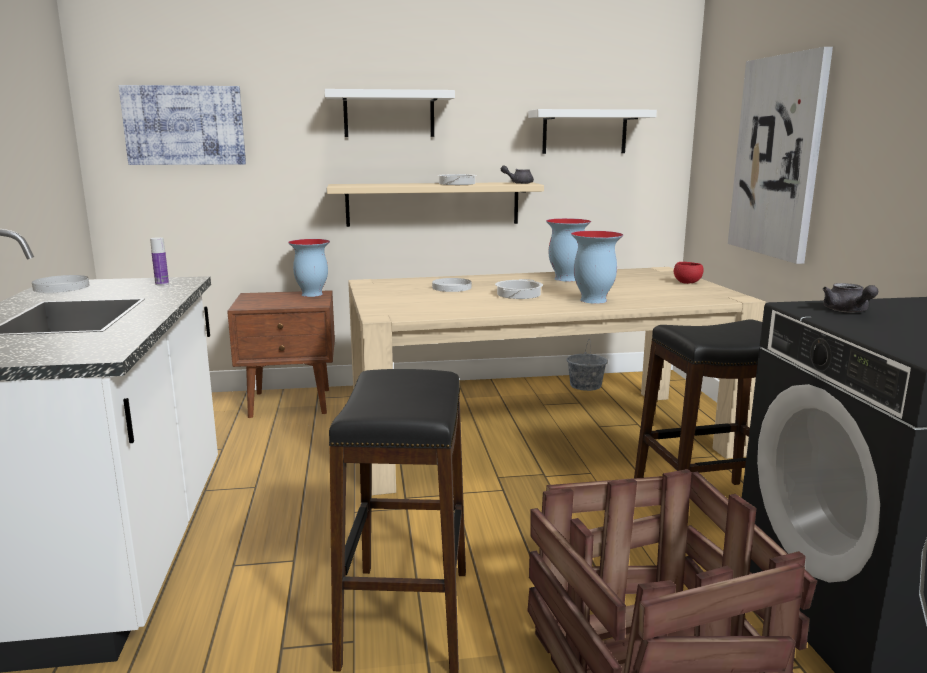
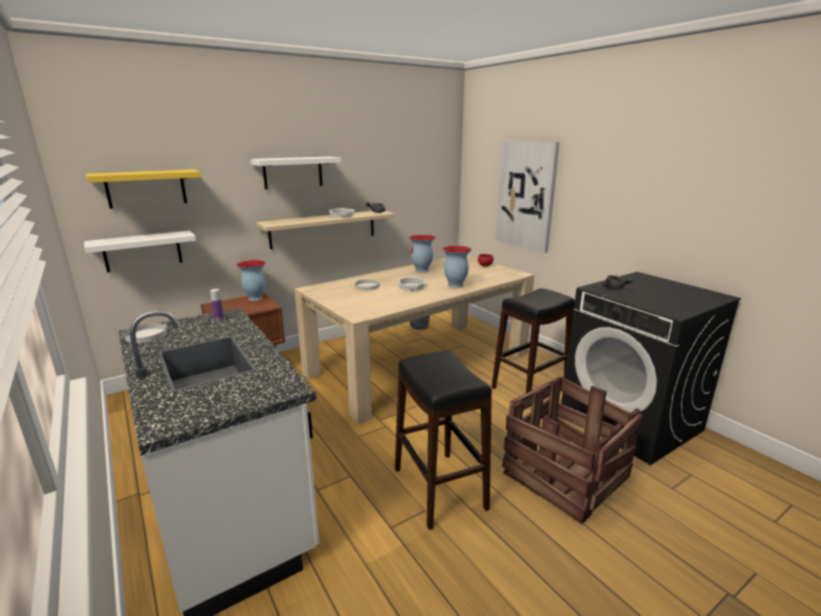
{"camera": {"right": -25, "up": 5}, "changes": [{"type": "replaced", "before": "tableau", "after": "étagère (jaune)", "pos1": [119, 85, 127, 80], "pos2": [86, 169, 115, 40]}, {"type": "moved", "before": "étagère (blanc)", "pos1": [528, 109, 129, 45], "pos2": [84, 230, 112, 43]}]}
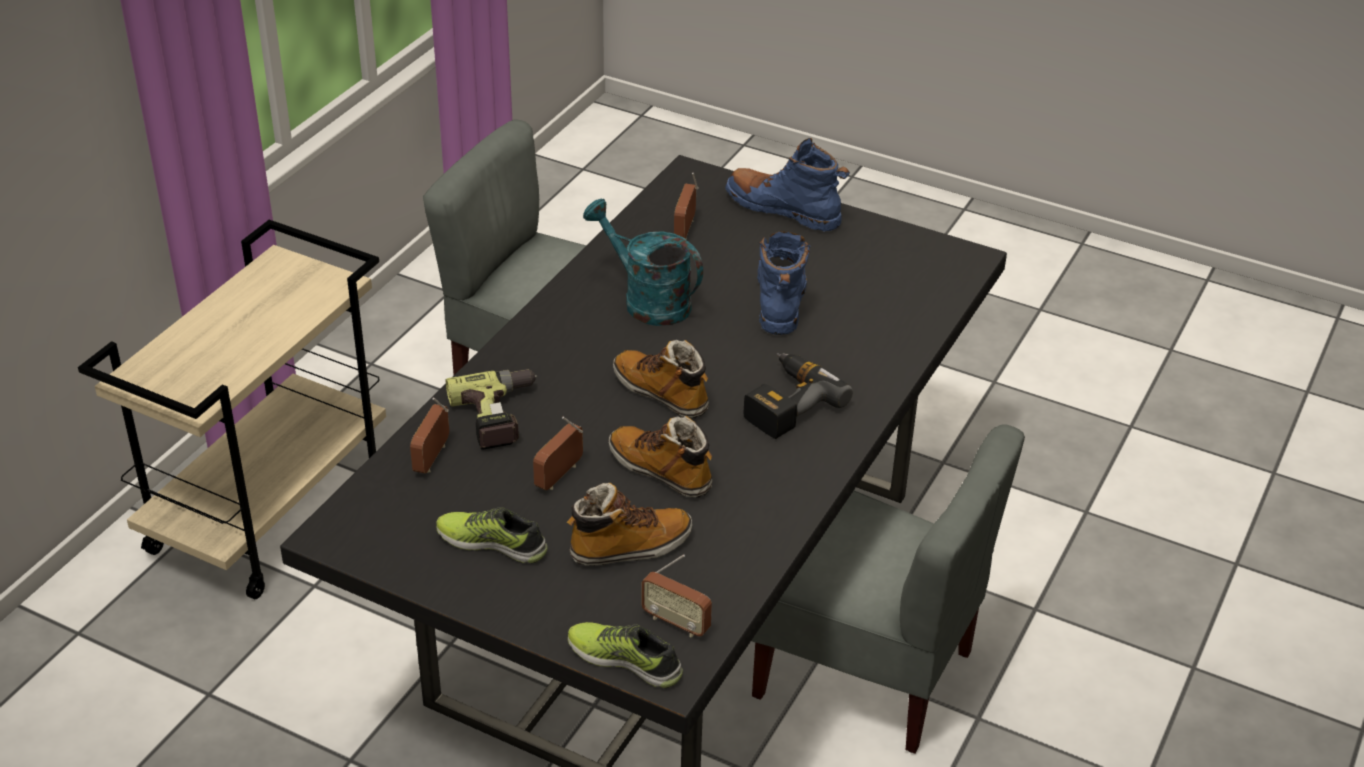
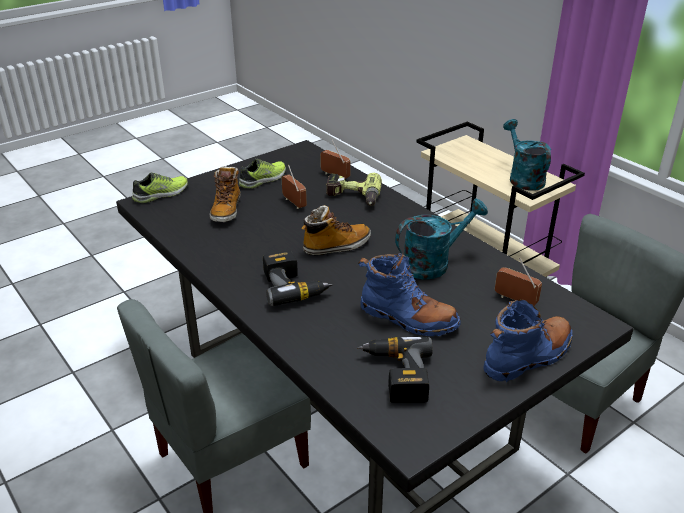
{"camera": {"right": 115, "up": -5}, "changes": [{"type": "removed", "before": "botte", "pos1": [609, 416, 103, 82]}, {"type": "removed", "before": "radio", "pos1": [641, 554, 71, 83]}, {"type": "added", "after": "perceuse", "pos2": [357, 337, 76, 66]}, {"type": "added", "after": "arrosoir (turquoise)", "pos2": [503, 119, 48, 72]}]}
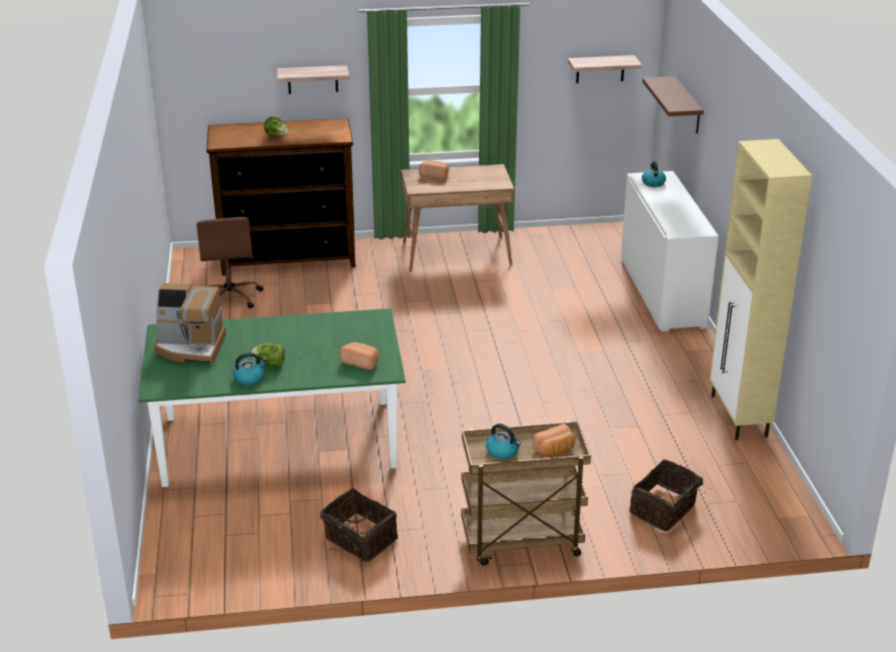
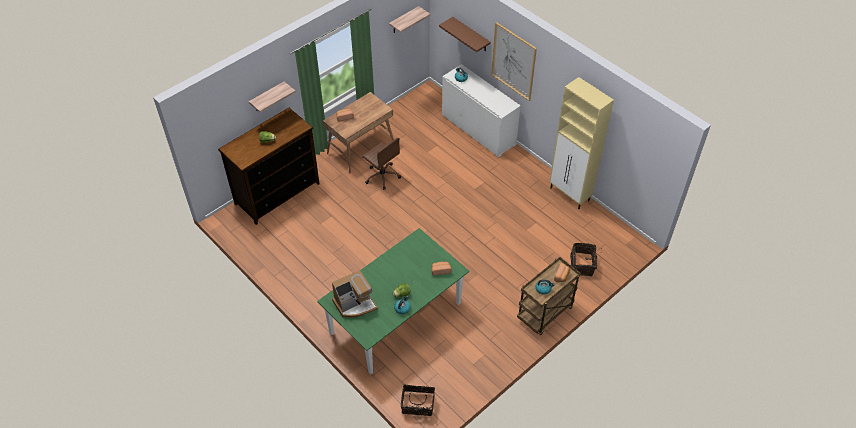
{"camera": {"right": -35, "up": 20}, "changes": [{"type": "moved", "before": "chaise de bureau (marron)", "pos1": [197, 217, 66, 92], "pos2": [362, 138, 39, 52]}, {"type": "moved", "before": "panier", "pos1": [320, 488, 78, 74], "pos2": [401, 385, 34, 31]}, {"type": "added", "after": "tableau", "pos2": [491, 22, 46, 79]}]}
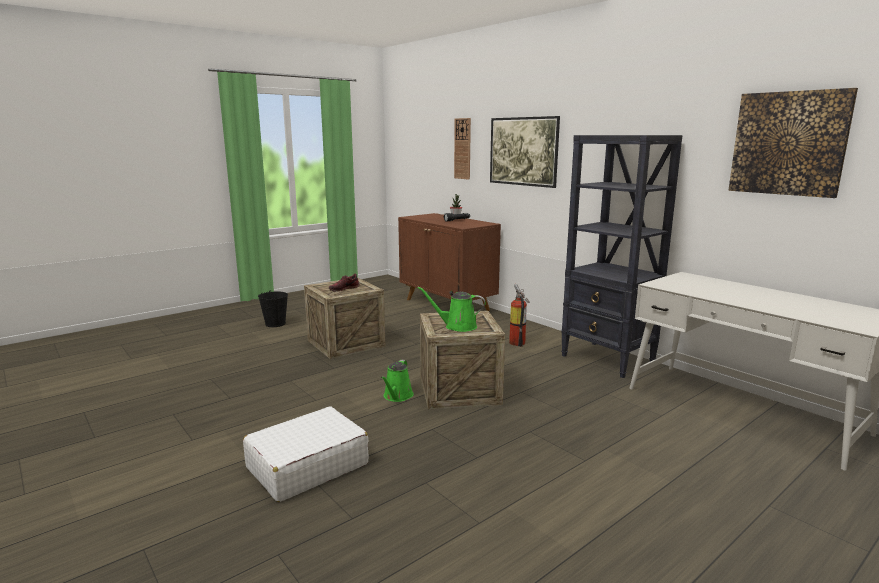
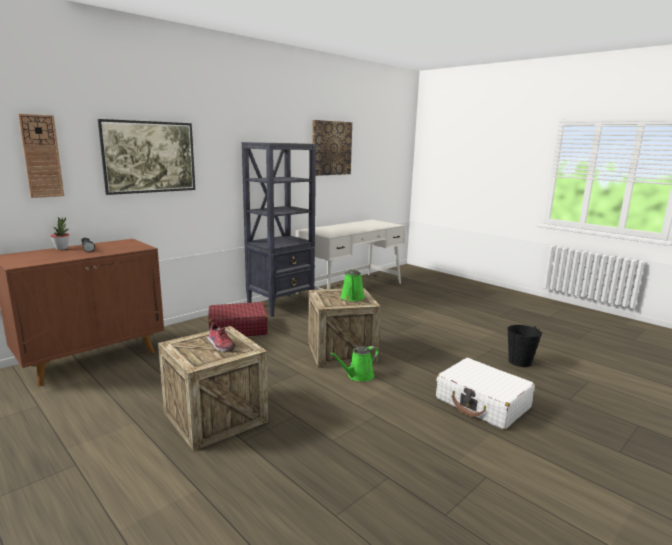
{"camera": {"right": -95, "up": 0}, "changes": [{"type": "moved", "before": "seau (noir)", "pos1": [258, 290, 30, 37], "pos2": [507, 325, 35, 42]}, {"type": "turned", "before": "arrosoir (vert)", "pos1": [381, 360, 33, 42], "pos2": [330, 346, 48, 35], "turn": 135}, {"type": "replaced", "before": "extincteur", "after": "valise (rouge)", "pos1": [509, 284, 21, 63], "pos2": [208, 302, 60, 34]}]}
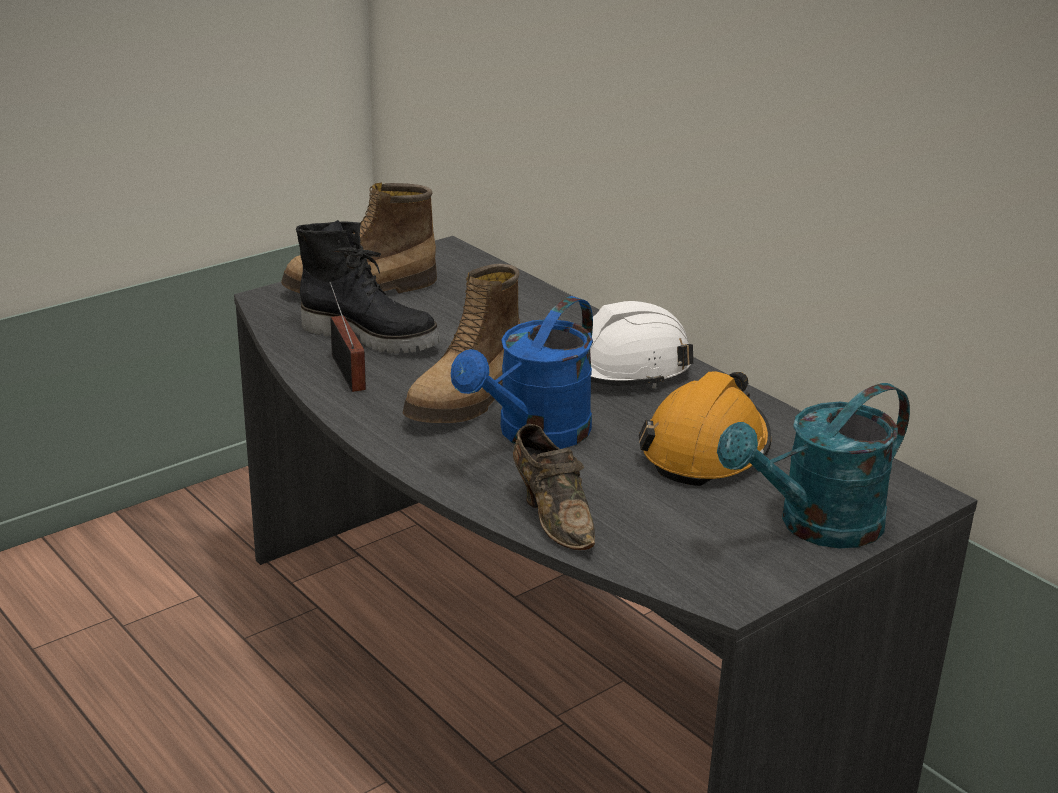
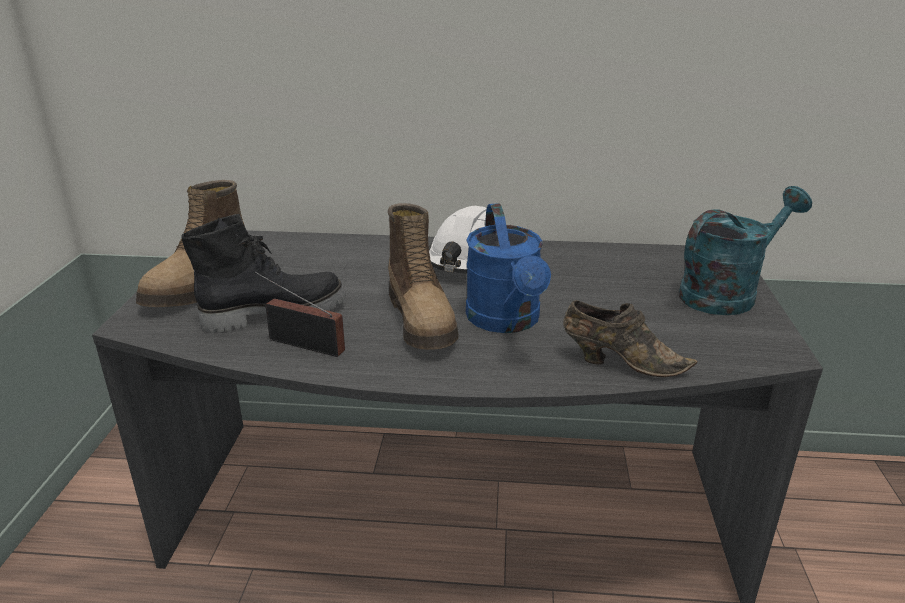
{"camera": {"right": -45, "up": 0}, "changes": [{"type": "removed", "before": "casque de chantier (orange)", "pos1": [638, 371, 133, 115]}, {"type": "turned", "before": "arrosoir (turquoise)", "pos1": [717, 383, 193, 165], "pos2": [679, 186, 133, 129], "turn": -135}]}
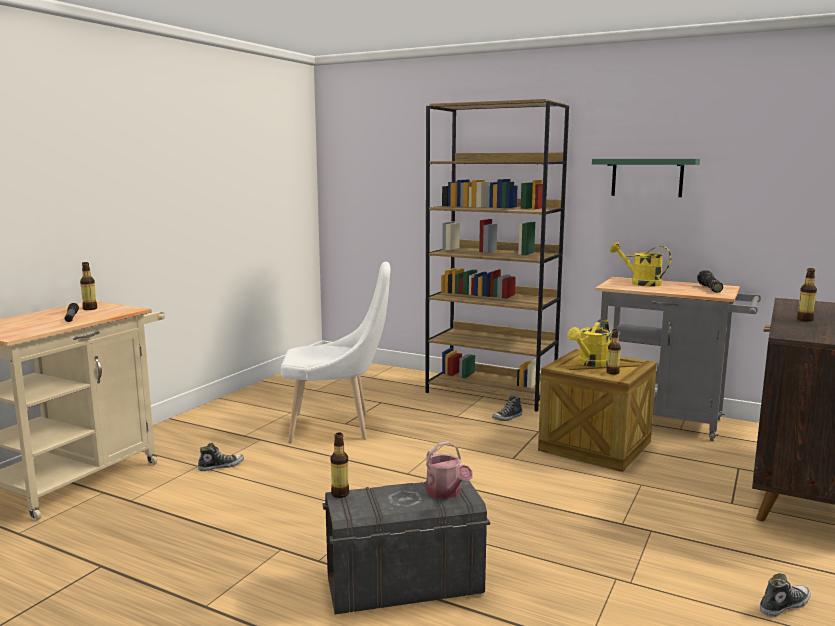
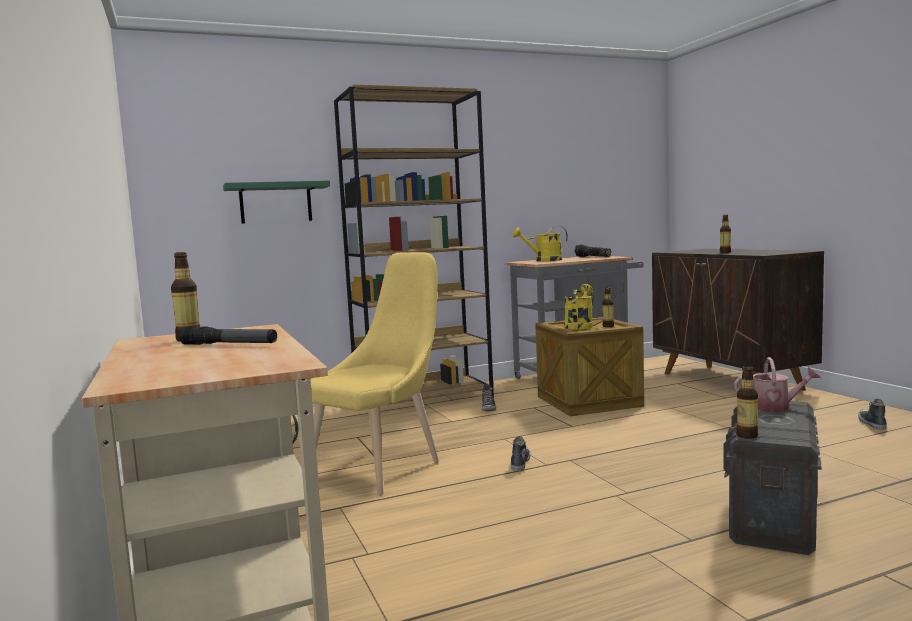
{"camera": {"right": -50, "up": -5}, "changes": [{"type": "moved", "before": "chaussure", "pos1": [198, 443, 46, 28], "pos2": [511, 436, 19, 35]}, {"type": "recoloured", "before": "chaise (blanc)", "after": "chaise (jaune)", "pos1": [281, 262, 110, 181], "pos2": [310, 252, 129, 243]}, {"type": "turned", "before": "arrosoir (jaune)", "pos1": [567, 319, 44, 48], "pos2": [564, 284, 29, 46], "turn": -150}, {"type": "moved", "before": "étagère (vert)", "pos1": [592, 159, 108, 38], "pos2": [223, 181, 107, 43]}]}
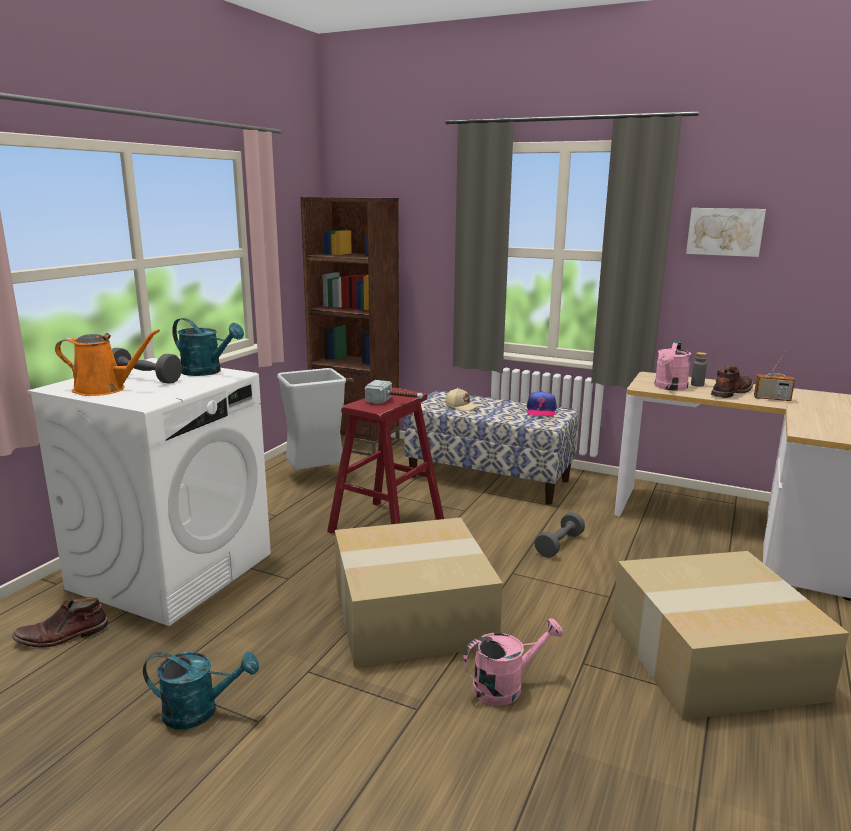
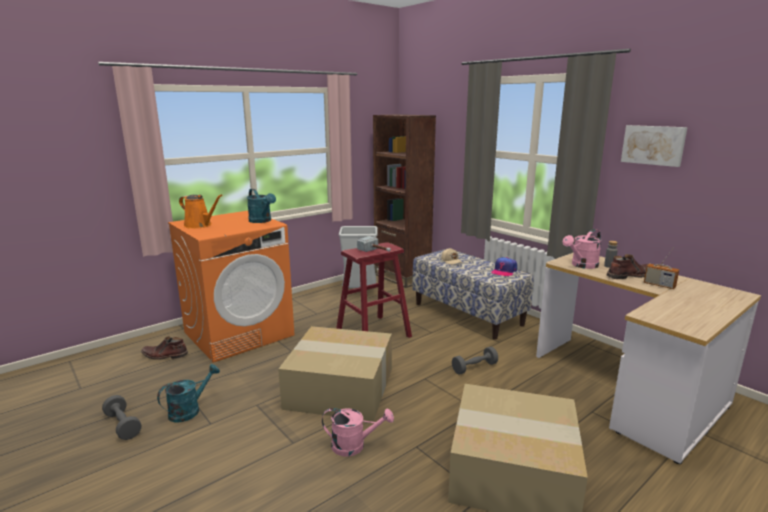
{"camera": {"right": 25, "up": 0}, "changes": [{"type": "recoloured", "before": "lave-linge (blanc)", "after": "lave-linge (orange)", "pos1": [27, 358, 244, 268], "pos2": [168, 211, 127, 152]}, {"type": "moved", "before": "haltère (gris)", "pos1": [112, 348, 70, 36], "pos2": [102, 395, 39, 45]}, {"type": "turned", "before": "arrosoir (turquoise)", "pos1": [143, 652, 116, 77], "pos2": [157, 364, 63, 59], "turn": -75}]}
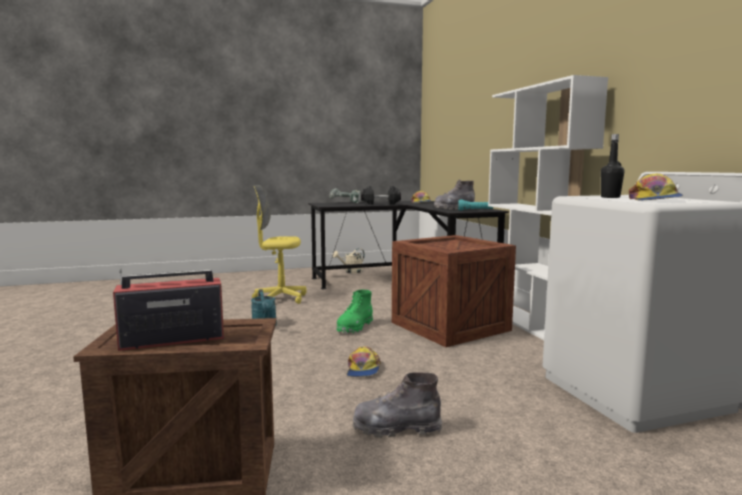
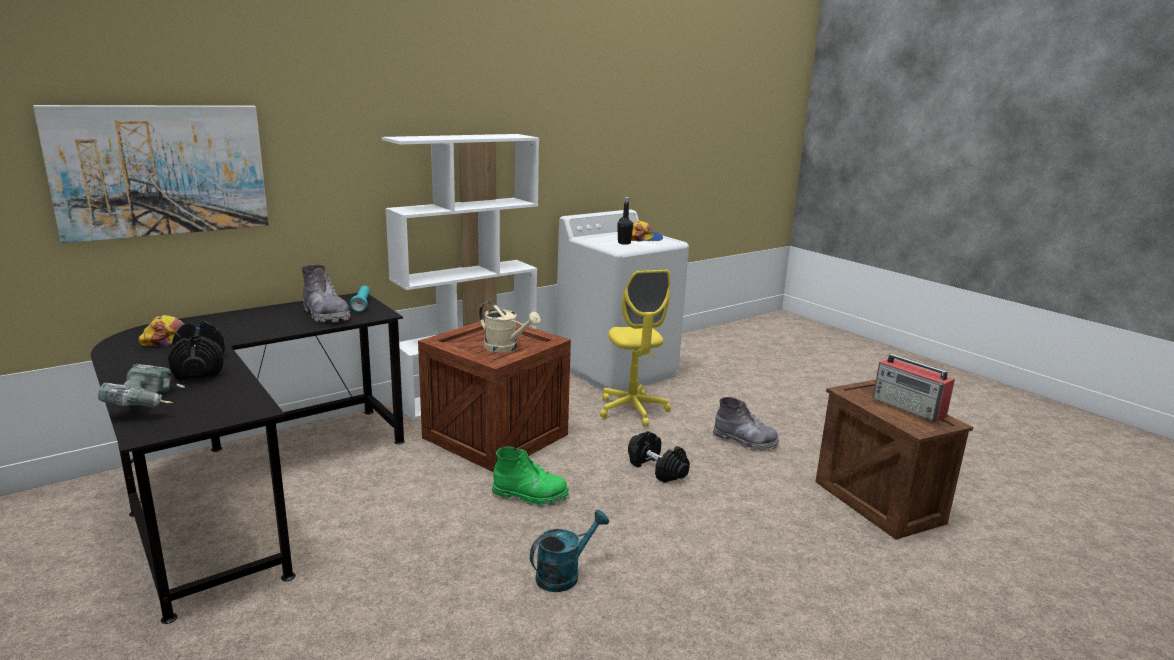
{"camera": {"right": -110, "up": 10}, "changes": [{"type": "moved", "before": "chaise de bureau (jaune)", "pos1": [252, 185, 55, 119], "pos2": [600, 269, 71, 157]}, {"type": "moved", "before": "arrosoir (beige)", "pos1": [333, 248, 32, 25], "pos2": [479, 302, 62, 51]}, {"type": "replaced", "before": "casquette", "after": "haltère (noir)", "pos1": [347, 346, 34, 31], "pos2": [628, 431, 62, 52]}, {"type": "turned", "before": "botte (gris)", "pos1": [352, 372, 90, 66], "pos2": [713, 397, 66, 54], "turn": -45}, {"type": "added", "after": "tableau", "pos2": [33, 105, 236, 139]}]}
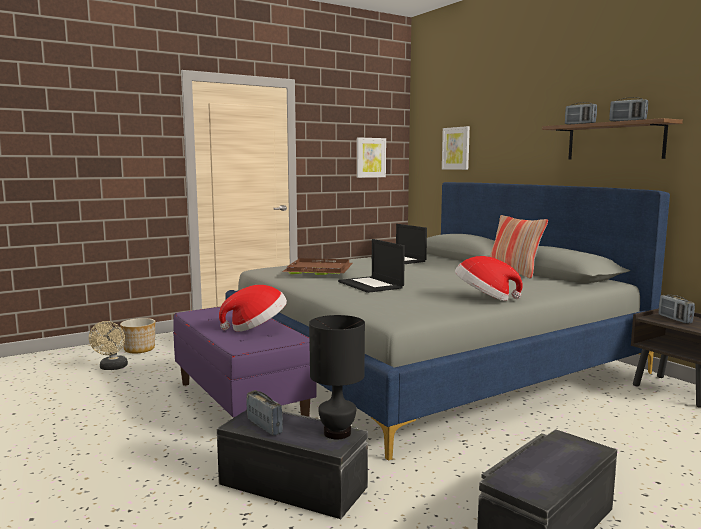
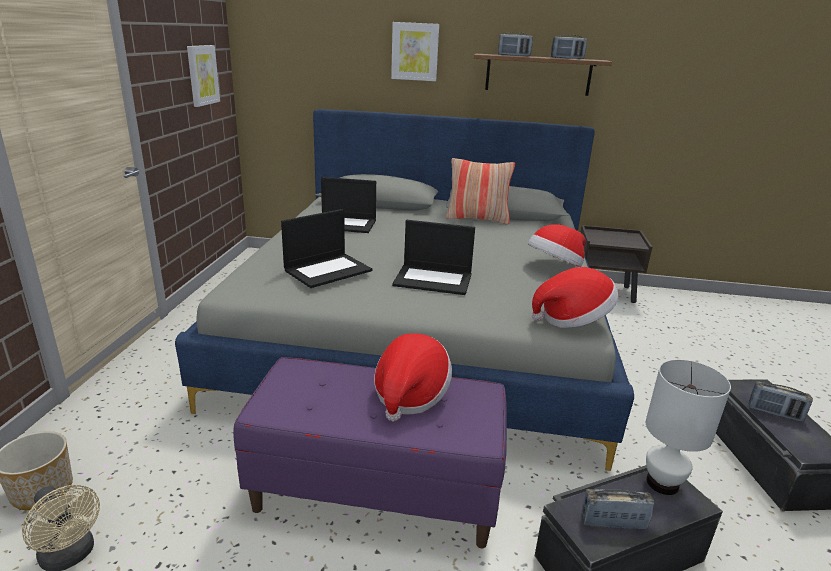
{"camera": {"right": -50, "up": 15}, "changes": [{"type": "replaced", "before": "plateau (marron)", "after": "ordinateur portable", "pos1": [282, 258, 71, 17], "pos2": [281, 209, 91, 79]}, {"type": "recoloured", "before": "lampe de table (noir)", "after": "lampe de table (blanc)", "pos1": [309, 315, 56, 124], "pos2": [646, 360, 85, 135]}, {"type": "moved", "before": "tableau", "pos1": [442, 126, 28, 44], "pos2": [391, 22, 48, 59]}, {"type": "moved", "before": "radio", "pos1": [658, 295, 37, 29], "pos2": [749, 381, 64, 41]}, {"type": "added", "after": "chapeau", "pos2": [532, 267, 87, 61]}]}
